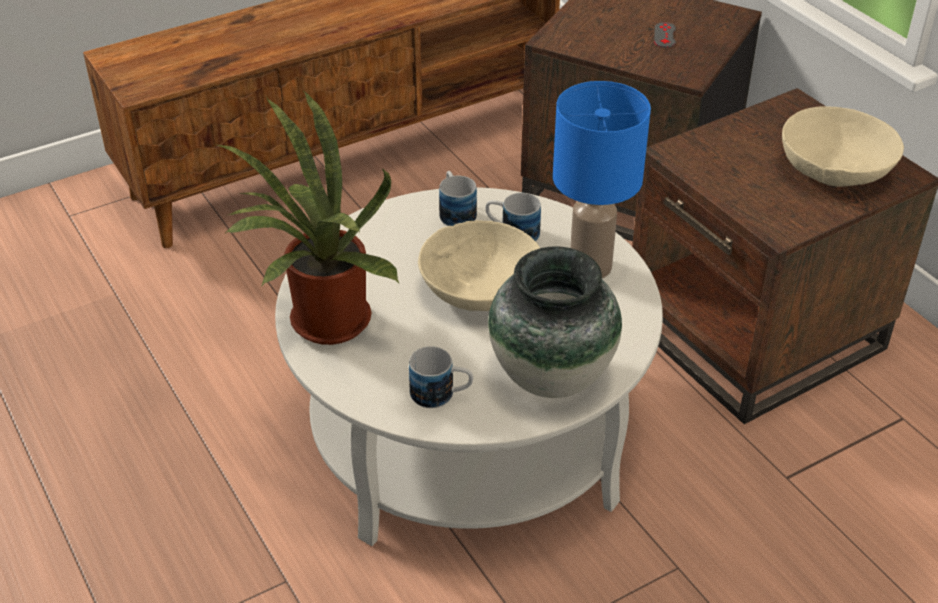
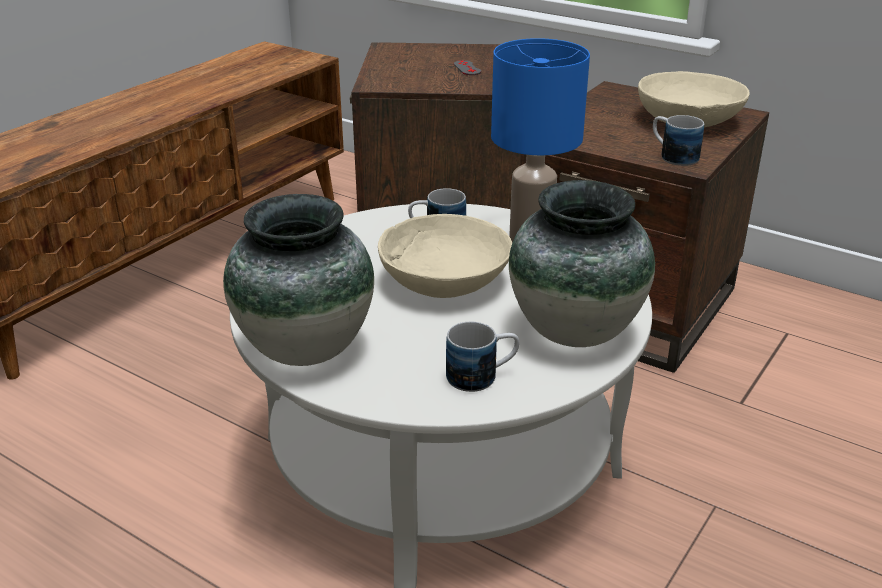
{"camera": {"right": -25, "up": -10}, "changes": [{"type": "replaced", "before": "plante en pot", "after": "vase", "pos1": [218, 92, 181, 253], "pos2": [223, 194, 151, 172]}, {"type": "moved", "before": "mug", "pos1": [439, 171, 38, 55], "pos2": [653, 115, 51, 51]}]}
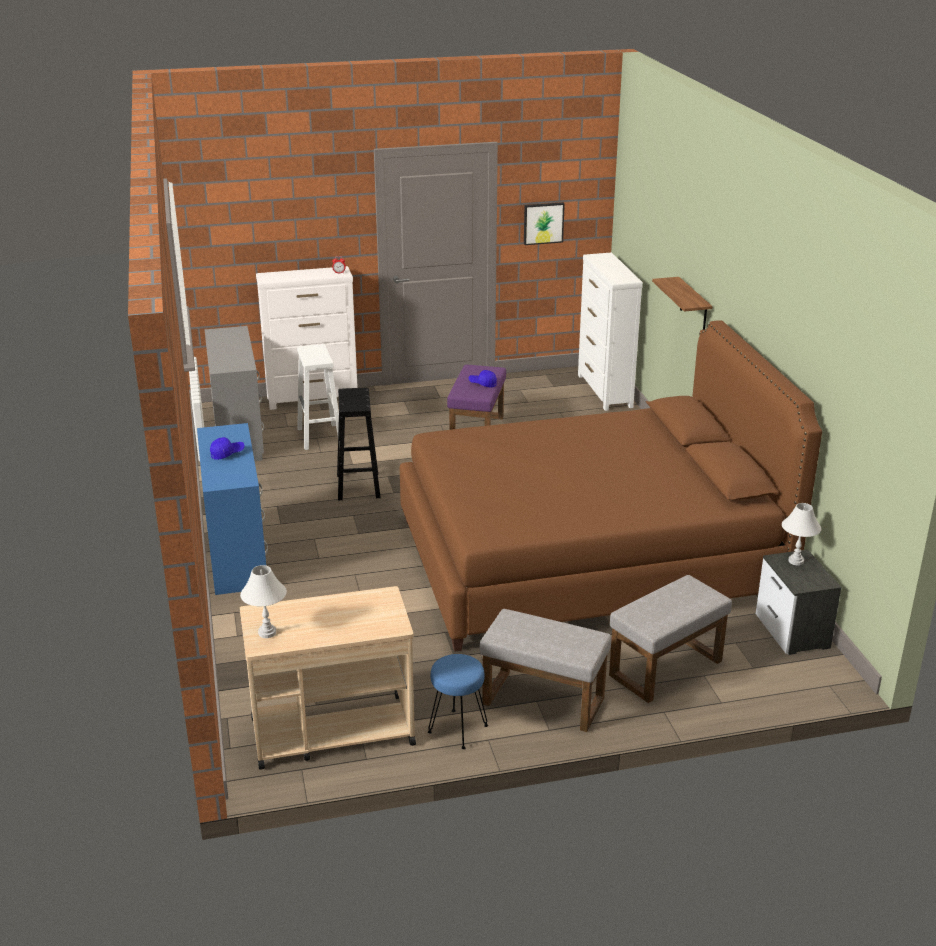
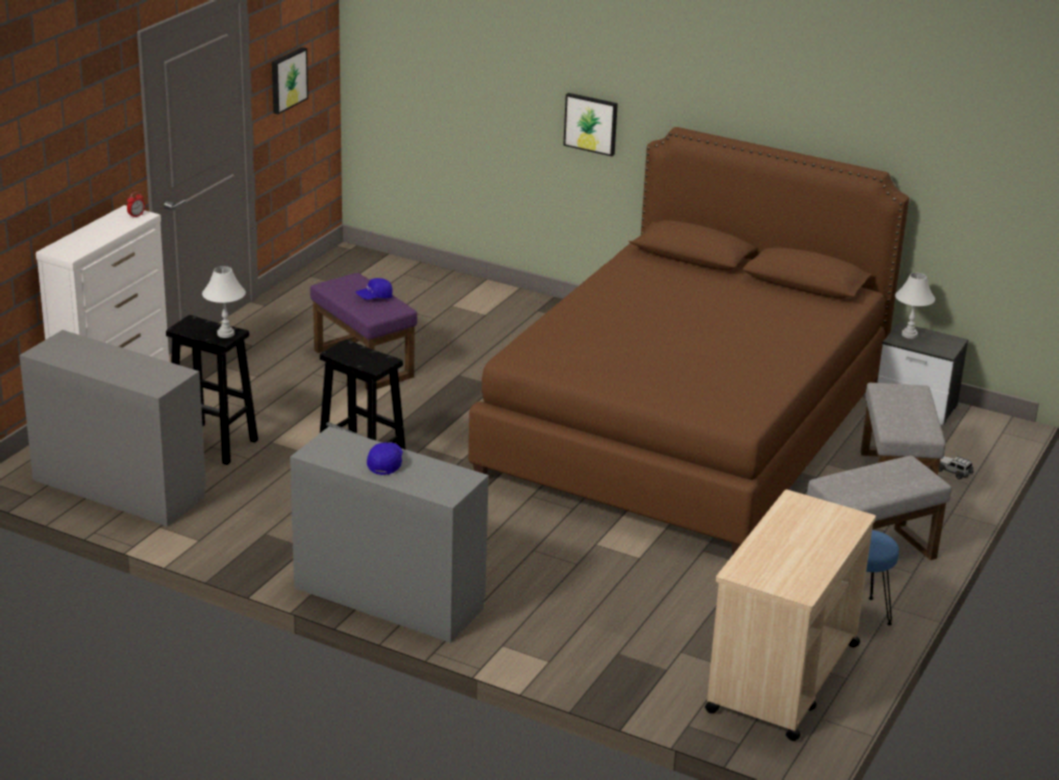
{"camera": {"right": -50, "up": 0}, "changes": [{"type": "recoloured", "before": "bureau (bleu)", "after": "bureau (gris)", "pos1": [197, 423, 71, 172], "pos2": [290, 426, 199, 217]}, {"type": "moved", "before": "lampe de table (blanc)", "pos1": [240, 565, 47, 73], "pos2": [202, 266, 44, 72]}, {"type": "recoloured", "before": "tabouret (blanc)", "after": "tabouret (noir)", "pos1": [297, 344, 42, 106], "pos2": [166, 315, 92, 150]}, {"type": "removed", "before": "commode (blanc)", "pos1": [578, 252, 65, 159]}, {"type": "replaced", "before": "étagère", "after": "tableau", "pos1": [652, 277, 60, 53], "pos2": [563, 93, 55, 63]}, {"type": "added", "after": "petite voiture", "pos2": [938, 456, 36, 24]}]}
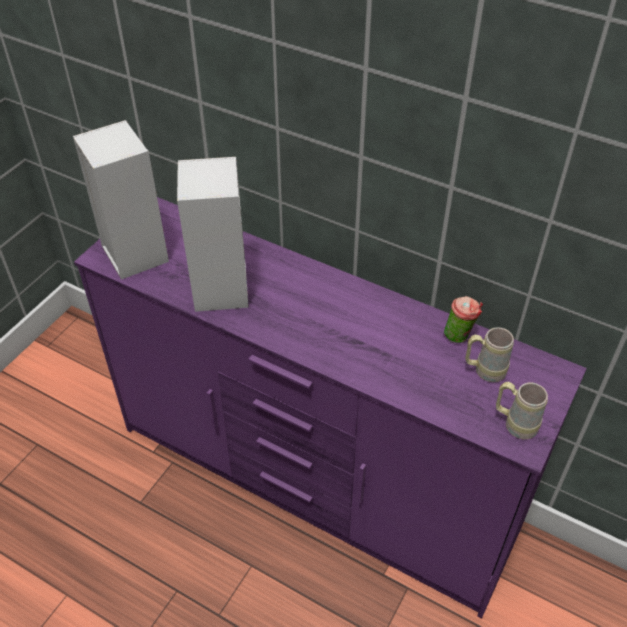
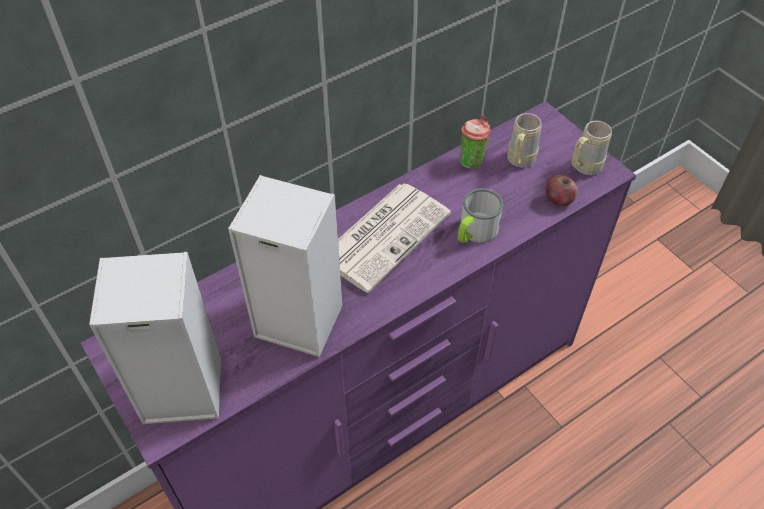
{"camera": {"right": -65, "up": 5}, "changes": [{"type": "added", "after": "journal", "pos2": [338, 183, 113, 110]}, {"type": "added", "after": "mug", "pos2": [458, 188, 45, 55]}, {"type": "added", "after": "pomme", "pos2": [545, 175, 33, 31]}]}
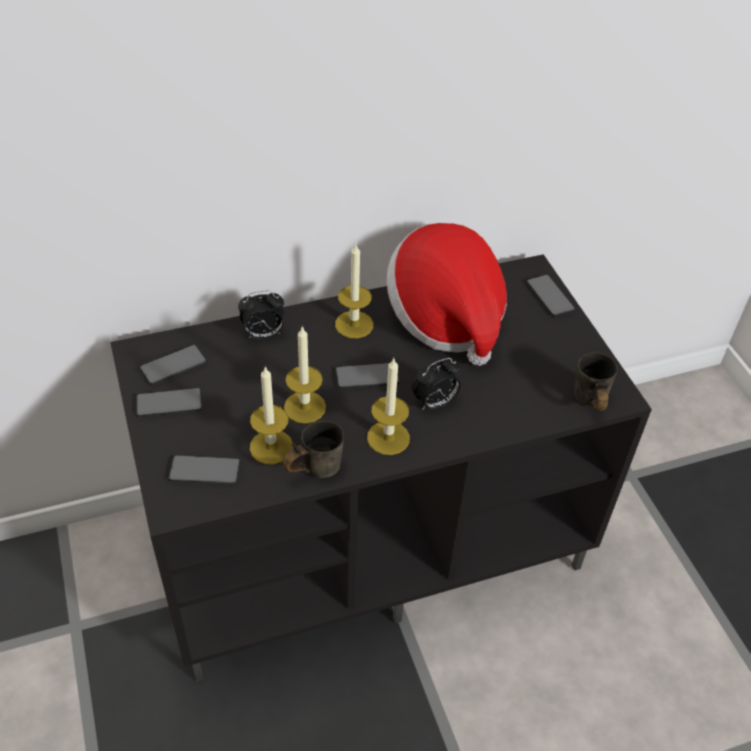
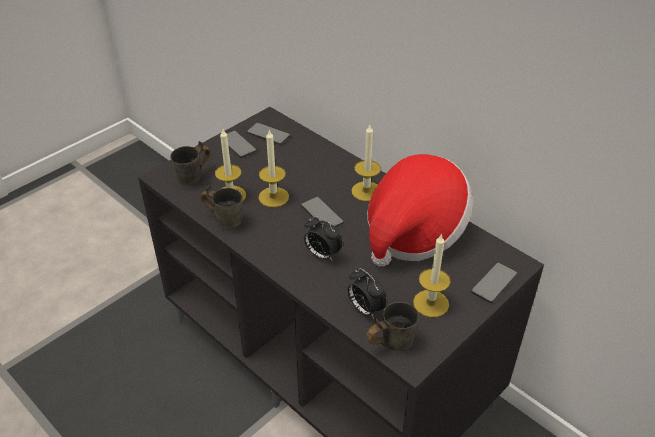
{"camera": {"right": 65, "up": -5}, "changes": [{"type": "replaced", "before": "téléphone", "after": "mug (gris)", "pos1": [169, 455, 71, 29], "pos2": [170, 141, 41, 44]}, {"type": "moved", "before": "réveil", "pos1": [238, 291, 46, 48], "pos2": [347, 268, 40, 51]}, {"type": "moved", "before": "bougie", "pos1": [367, 359, 43, 96], "pos2": [413, 233, 38, 84]}]}
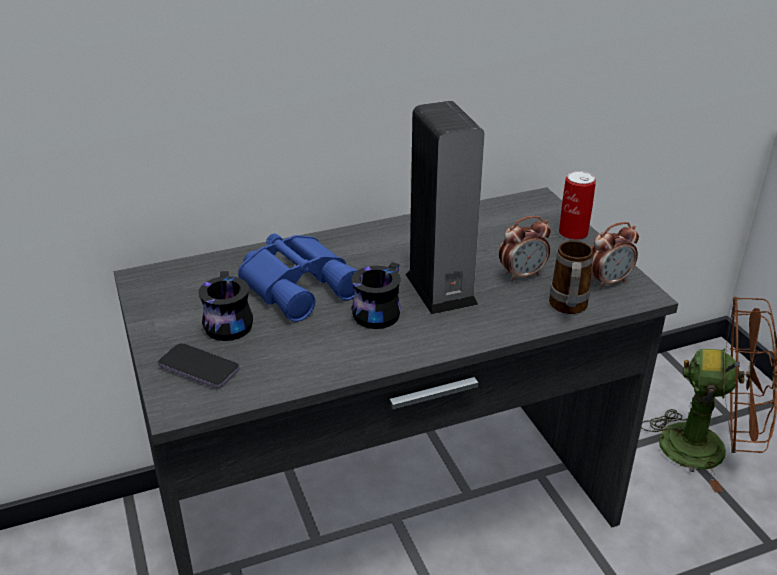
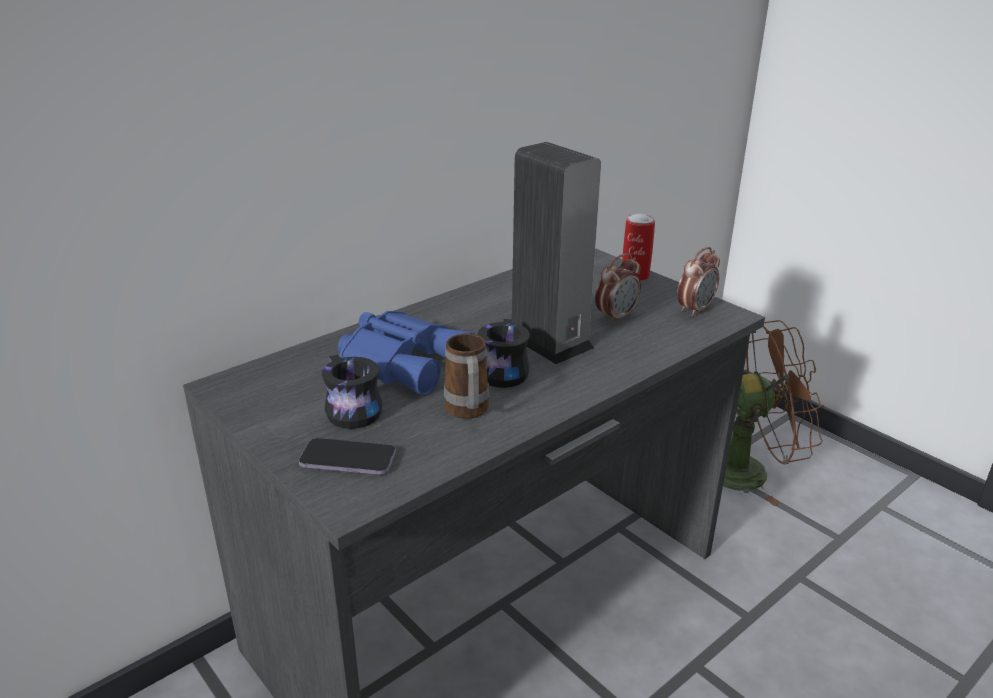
{"camera": {"right": -20, "up": -5}, "changes": [{"type": "moved", "before": "mug", "pos1": [549, 241, 44, 73], "pos2": [444, 333, 45, 86]}]}
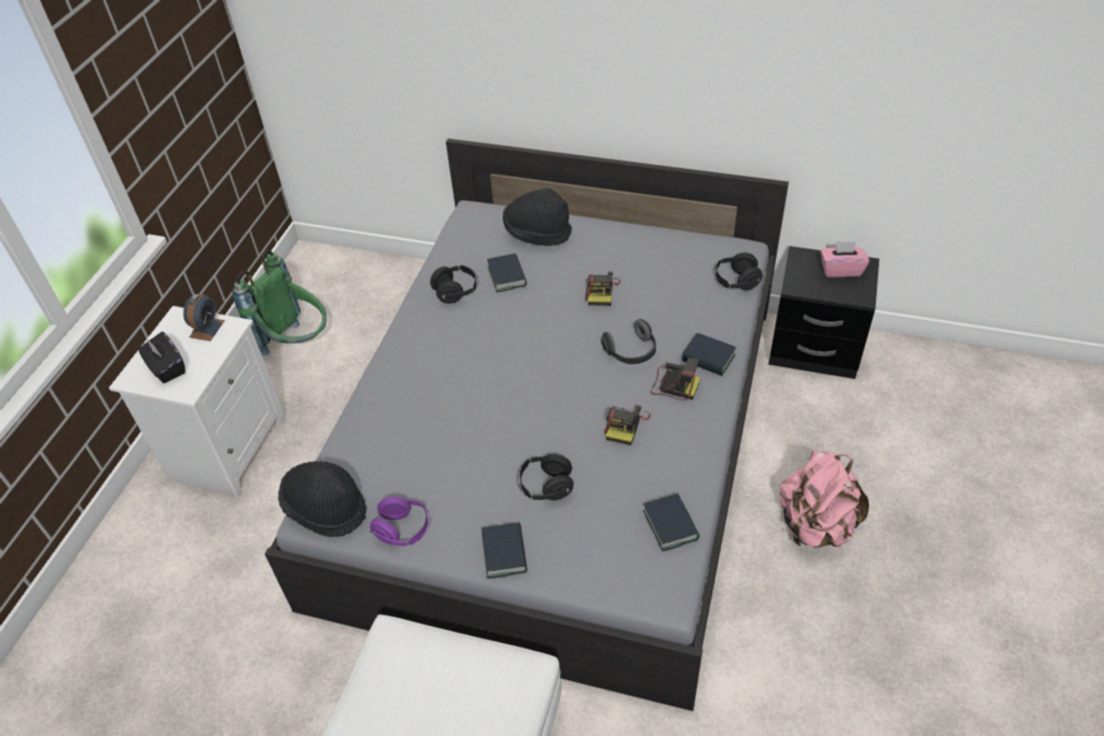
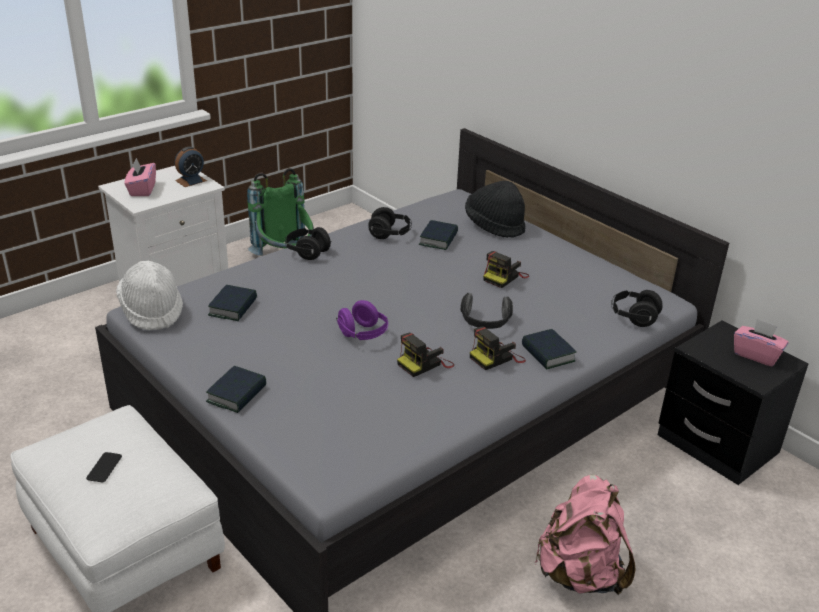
{"camera": {"right": 30, "up": -15}, "changes": [{"type": "recoloured", "before": "boîte à mouchoirs (noir)", "after": "boîte à mouchoirs (rose)", "pos1": [138, 332, 48, 51], "pos2": [124, 158, 32, 38]}, {"type": "recoloured", "before": "chapeau (noir)", "after": "chapeau (blanc)", "pos1": [278, 461, 88, 76], "pos2": [116, 261, 67, 69]}, {"type": "moved", "before": "casque audio (violet)", "pos1": [370, 496, 60, 50], "pos2": [336, 300, 52, 40]}, {"type": "moved", "before": "casque audio (noir)", "pos1": [517, 454, 57, 46], "pos2": [285, 227, 47, 33]}, {"type": "moved", "before": "livre", "pos1": [643, 493, 57, 58], "pos2": [208, 285, 49, 36]}, {"type": "turned", "before": "appareil photo", "pos1": [651, 358, 50, 42], "pos2": [470, 326, 56, 44], "turn": 90}, {"type": "added", "after": "téléphone", "pos2": [86, 452, 36, 31]}]}
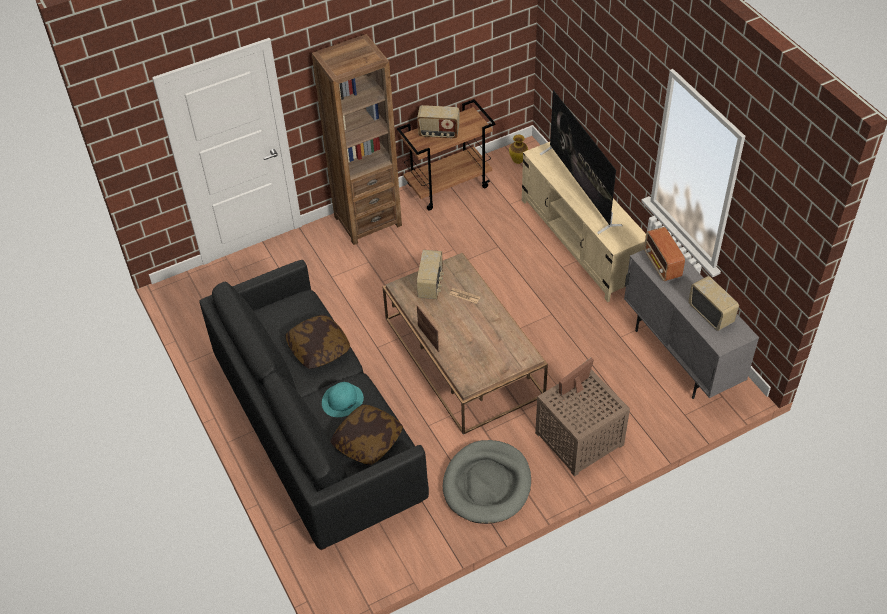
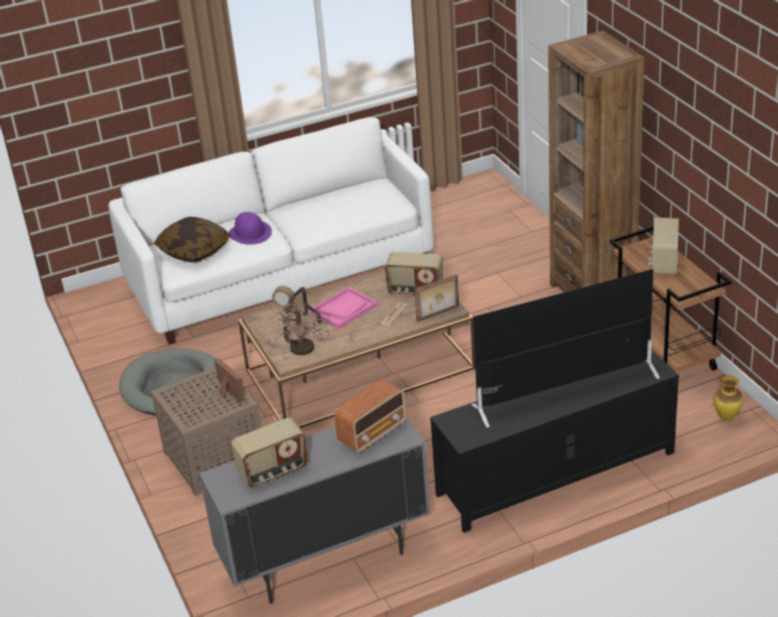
{"camera": {"right": 95, "up": -15}, "changes": [{"type": "recoloured", "before": "canapé (noir)", "after": "canapé (blanc)", "pos1": [199, 260, 230, 290], "pos2": [109, 117, 325, 228]}, {"type": "removed", "before": "coussin", "pos1": [285, 314, 65, 55]}, {"type": "recoloured", "before": "chapeau (turquoise)", "after": "chapeau (violet)", "pos1": [322, 382, 42, 35], "pos2": [229, 212, 43, 33]}, {"type": "moved", "before": "cadre photo", "pos1": [417, 305, 22, 47], "pos2": [414, 274, 45, 48]}, {"type": "recoloured", "before": "meuble télé (beige)", "after": "meuble télé (noir)", "pos1": [522, 142, 124, 160], "pos2": [430, 350, 249, 183]}, {"type": "turned", "before": "radio", "pos1": [644, 227, 41, 54], "pos2": [334, 379, 72, 73], "turn": 150}, {"type": "added", "after": "lampe de table", "pos2": [269, 286, 60, 70]}, {"type": "added", "after": "plateau (rose)", "pos2": [310, 287, 68, 42]}]}
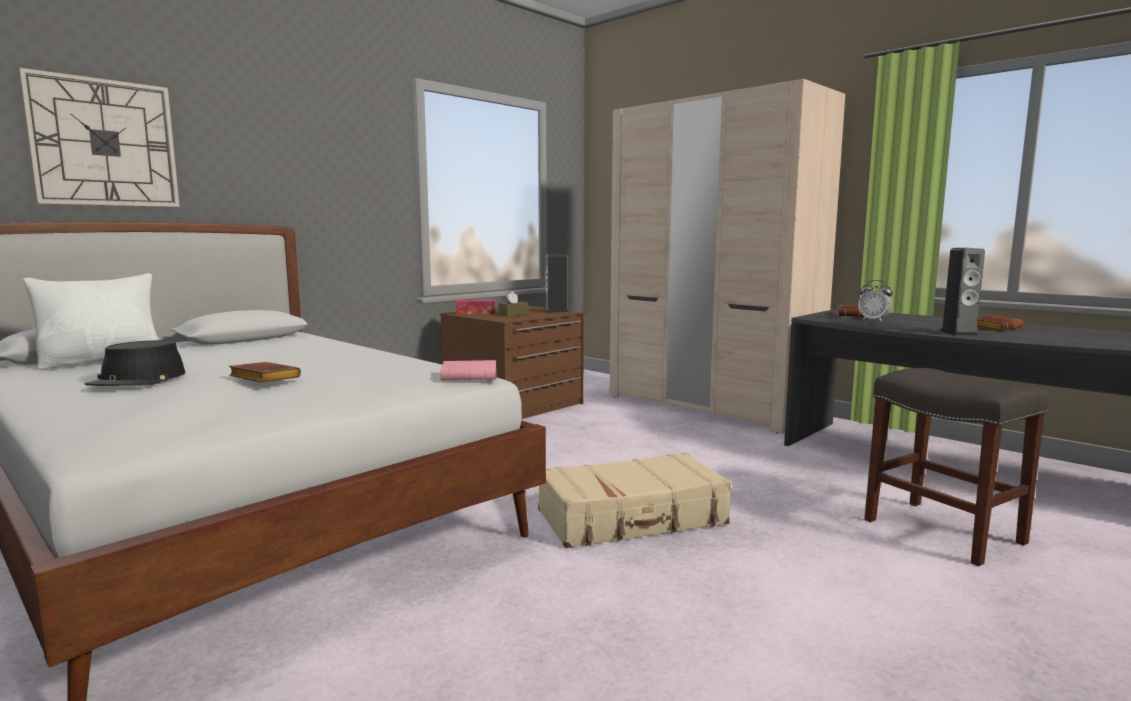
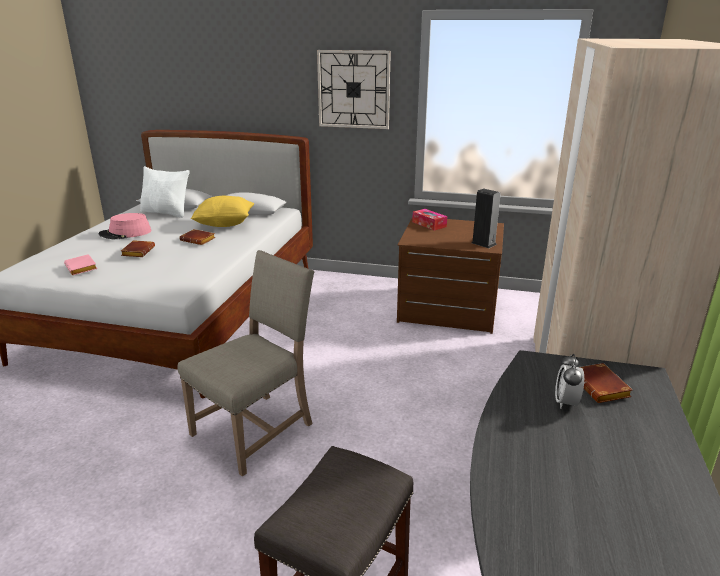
{"camera": {"right": 60, "up": 15}, "changes": [{"type": "moved", "before": "horloge murale", "pos1": [18, 68, 162, 139], "pos2": [317, 50, 74, 79]}, {"type": "recoloured", "before": "chapeau (noir)", "after": "chapeau (rose)", "pos1": [84, 340, 101, 46], "pos2": [98, 213, 53, 26]}, {"type": "moved", "before": "livre (rose)", "pos1": [440, 360, 56, 21], "pos2": [64, 254, 33, 21]}, {"type": "removed", "before": "boîte à mouchoirs (marron)", "pos1": [498, 291, 30, 25]}, {"type": "replaced", "before": "valise (beige)", "after": "chaise (beige)", "pos1": [538, 452, 193, 96], "pos2": [177, 250, 137, 226]}, {"type": "removed", "before": "enceinte", "pos1": [940, 248, 45, 88]}, {"type": "moved", "before": "livre (marron)", "pos1": [977, 315, 47, 16], "pos2": [179, 229, 37, 16]}, {"type": "added", "after": "coussin (jaune)", "pos2": [191, 196, 63, 31]}]}
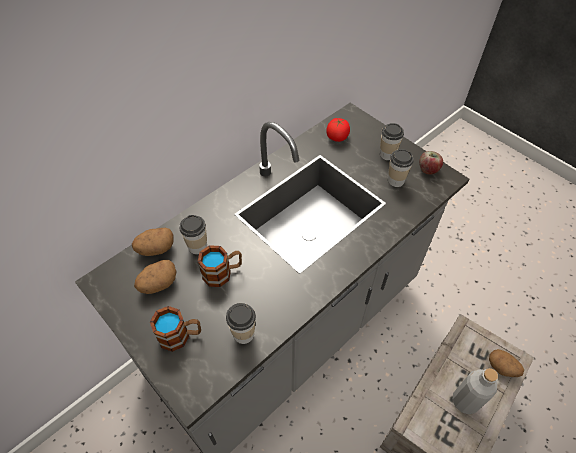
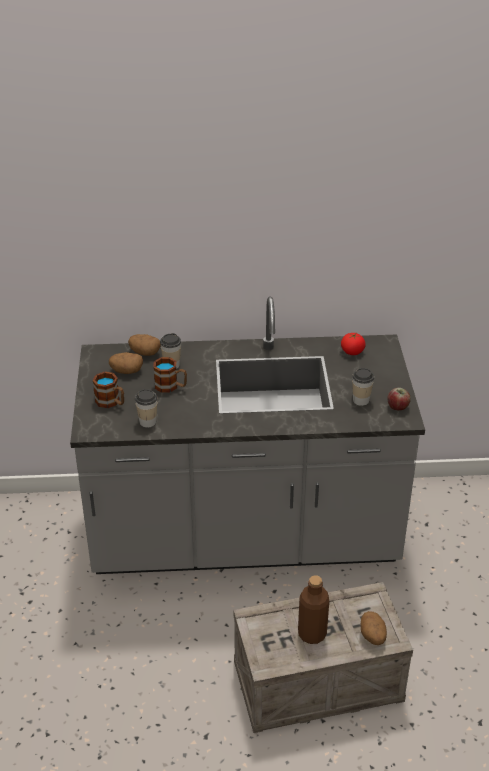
{"camera": {"right": 40, "up": -15}, "changes": [{"type": "removed", "before": "tasse", "pos1": [380, 123, 24, 37]}, {"type": "recoloured", "before": "bouteille (gris)", "after": "bouteille (marron)", "pos1": [452, 368, 46, 46], "pos2": [298, 575, 31, 69]}]}
